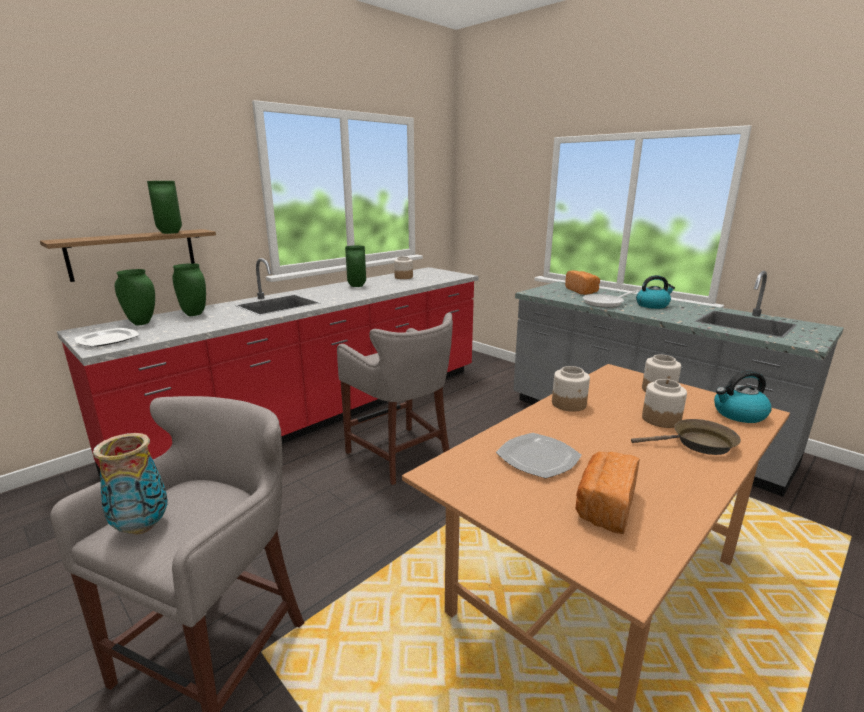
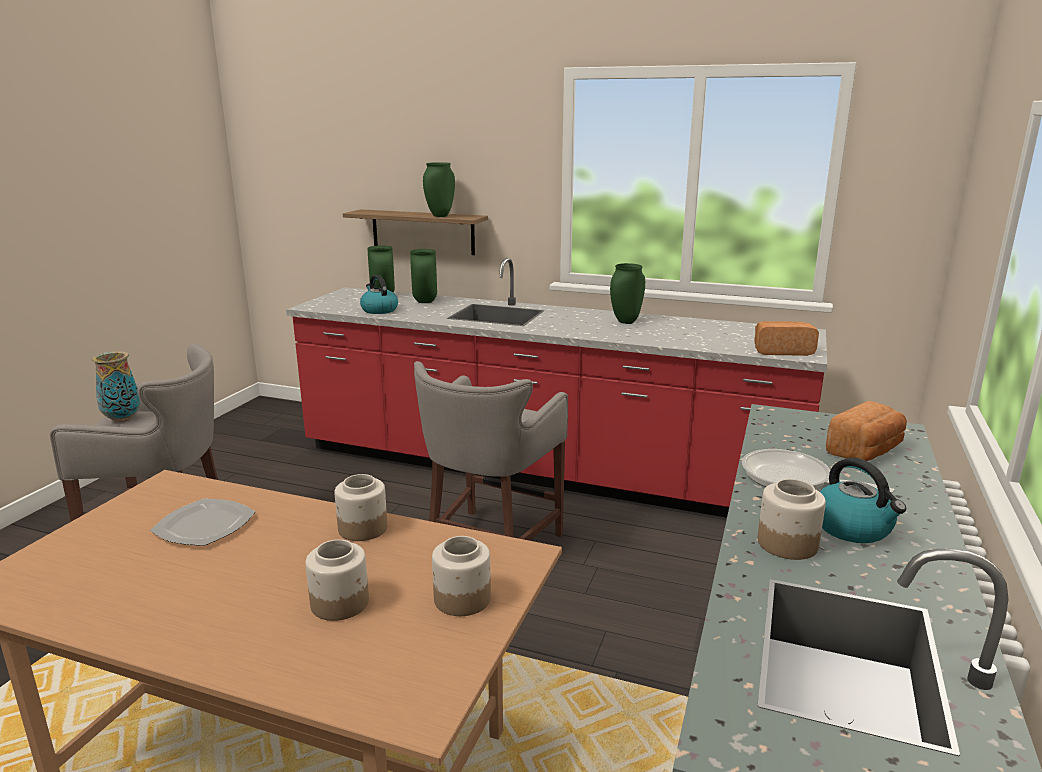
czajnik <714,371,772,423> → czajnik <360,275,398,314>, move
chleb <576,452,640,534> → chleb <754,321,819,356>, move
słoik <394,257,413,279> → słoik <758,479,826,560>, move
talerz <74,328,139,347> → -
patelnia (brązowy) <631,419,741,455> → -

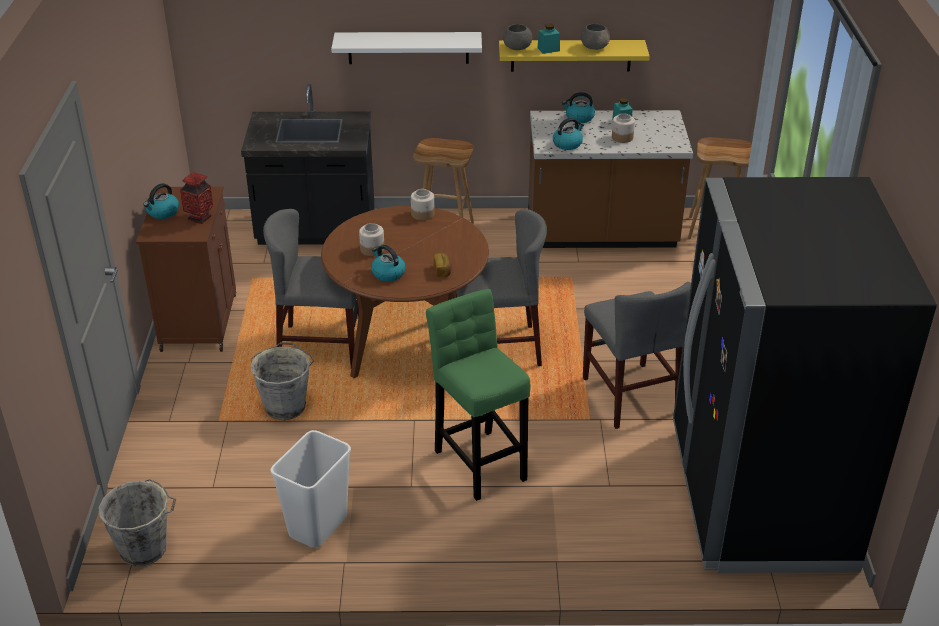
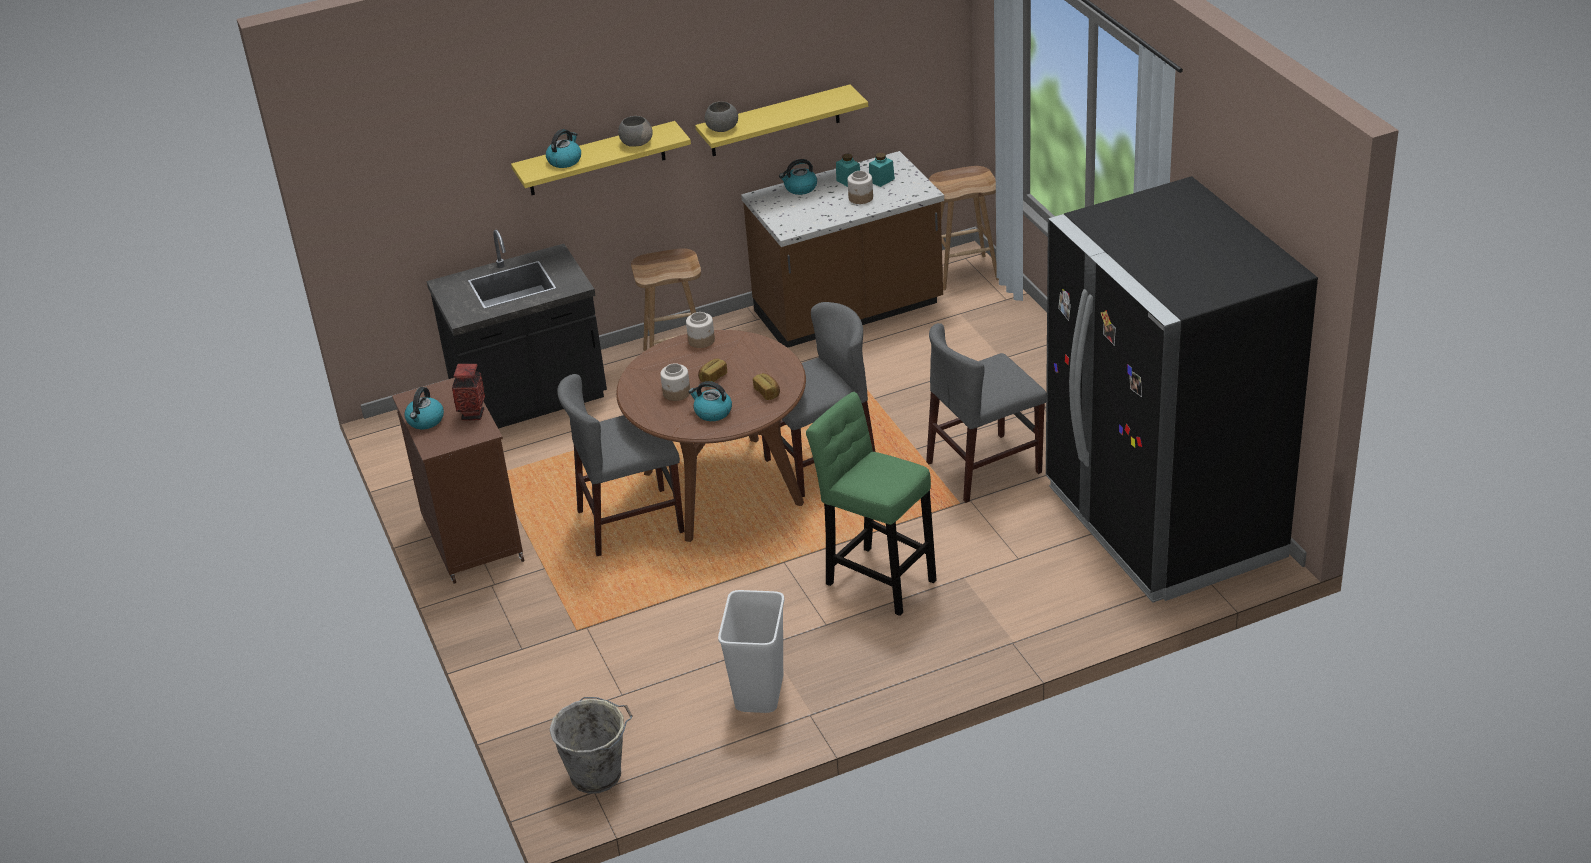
półka (biały) <331,32,482,64> → półka (żółty) <511,121,691,195>
czajnik <553,118,584,150> → czajnik <546,129,581,168>, move
miska (szary) <581,24,610,50> → miska (szary) <618,116,653,147>, move
- → chleb <698,358,727,382>
słoik (turkusowy) <537,24,560,54> → słoik (turkusowy) <869,153,895,187>, move
krzesło (szary) <583,282,691,429> → krzesło (szary) <926,323,1046,503>, 105 degrees clockwise
wiadro (szary) <251,342,314,421> → -

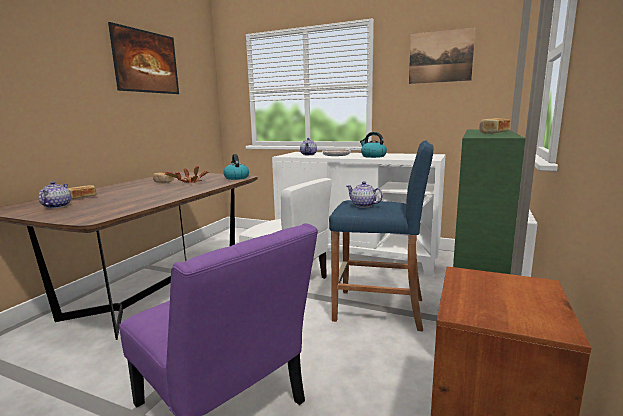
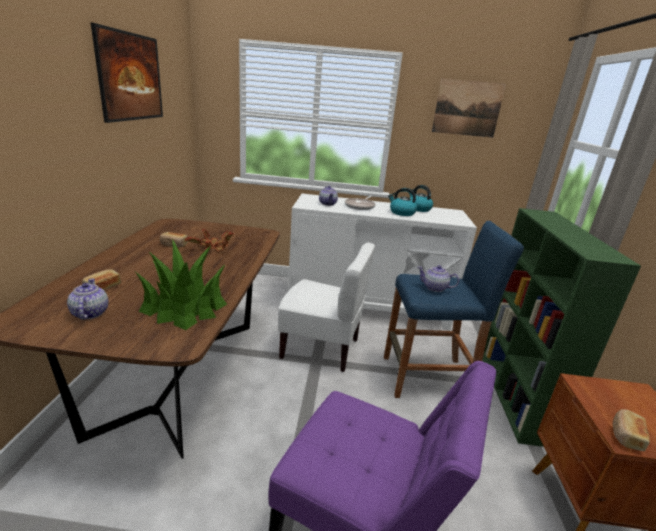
- → roślina doniczkowa <136,239,227,330>
czajnik <223,154,249,180> → czajnik <409,185,433,212>, move
chleb <479,118,510,134> → chleb <613,409,650,451>, move

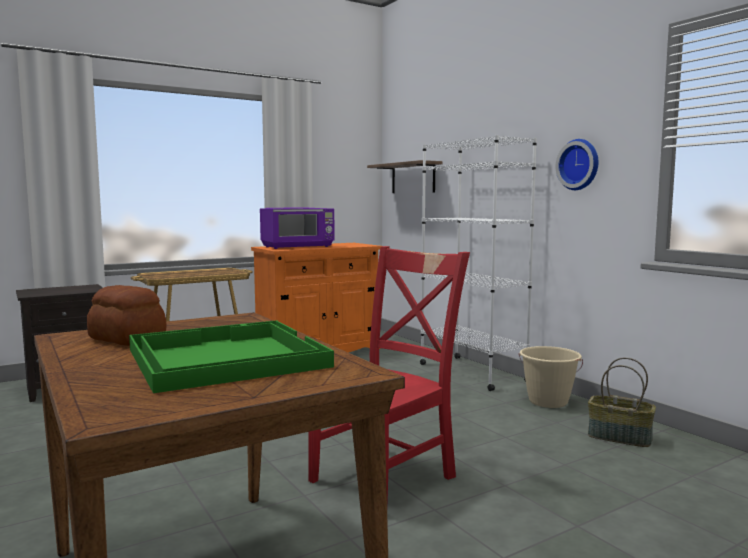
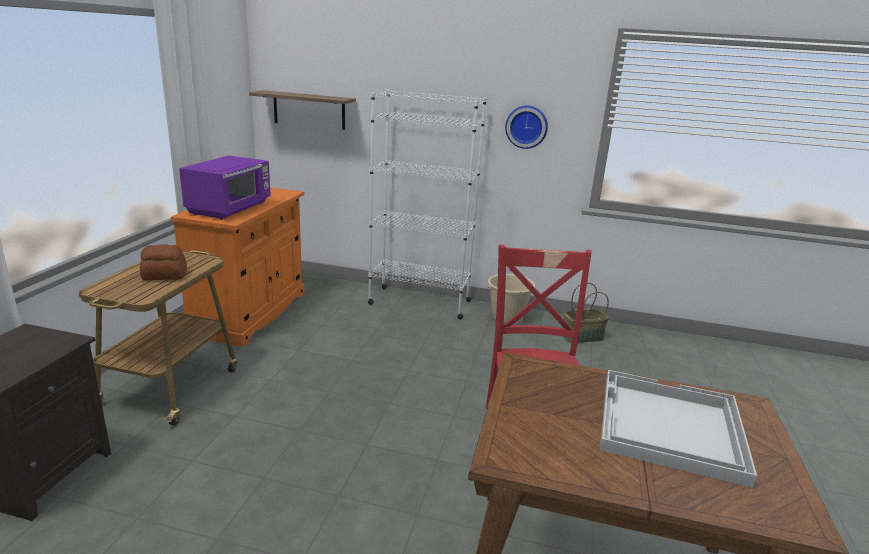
chleb <87,285,167,346> → chleb <140,245,187,280>, move
taca (zielony) <129,320,334,393> → taca (biały) <600,370,757,487>

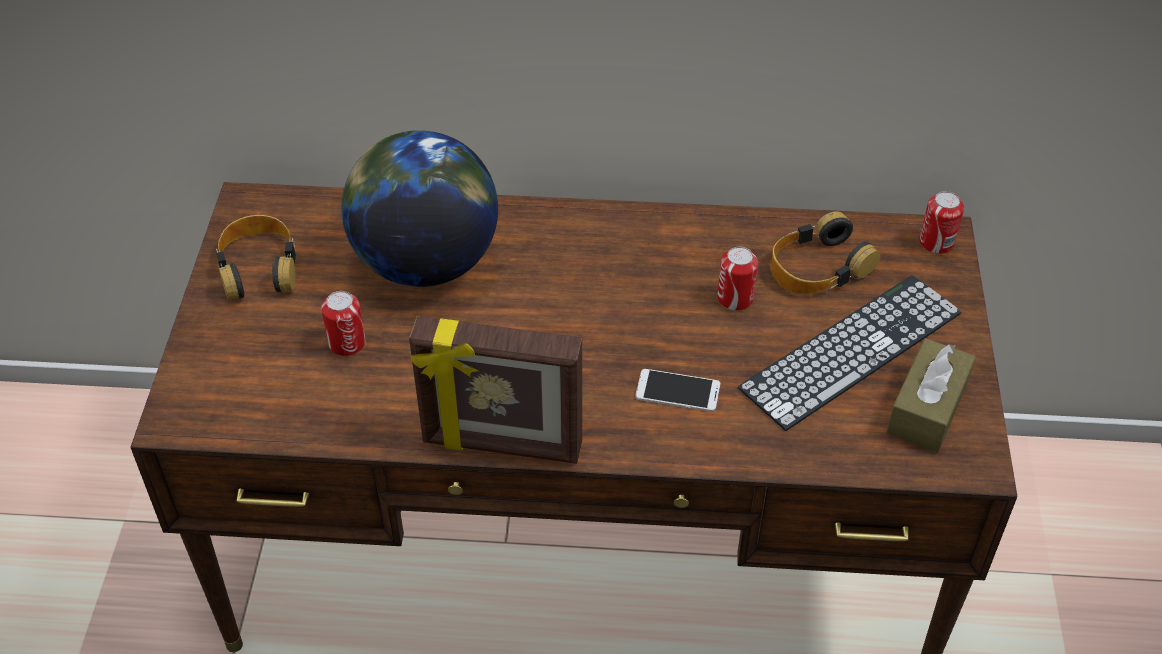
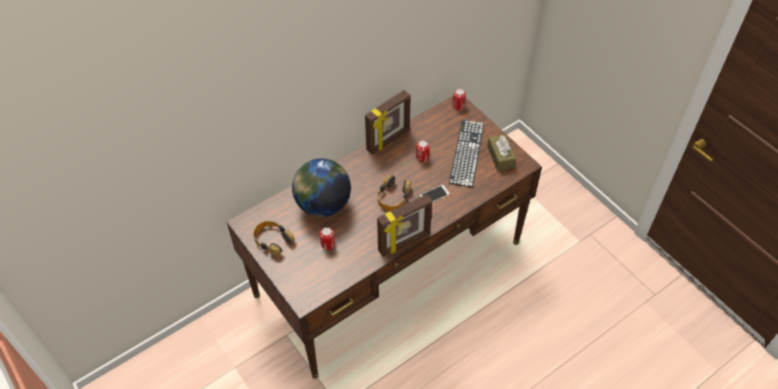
- → ramka na zdjęcie <365,90,411,154>
słuchawki <771,211,880,294> → słuchawki <378,174,411,211>, move

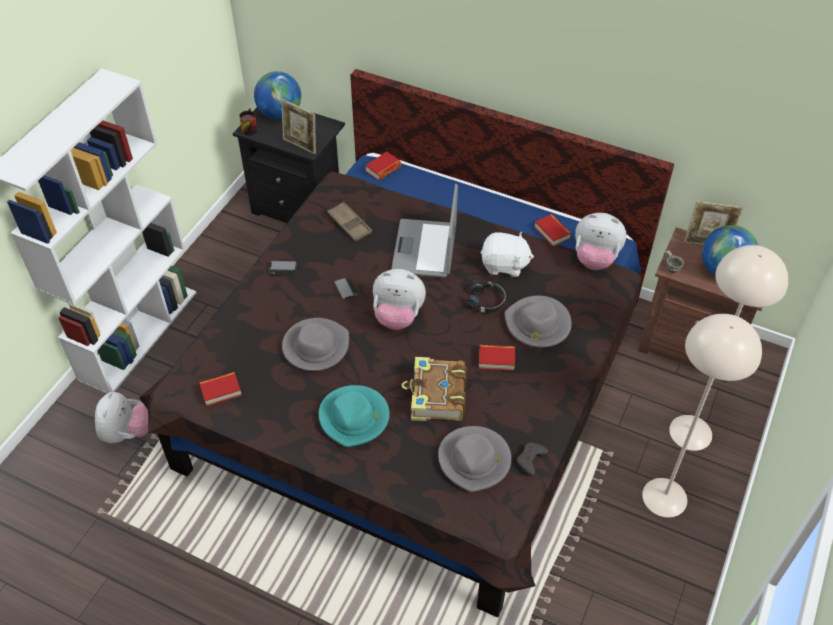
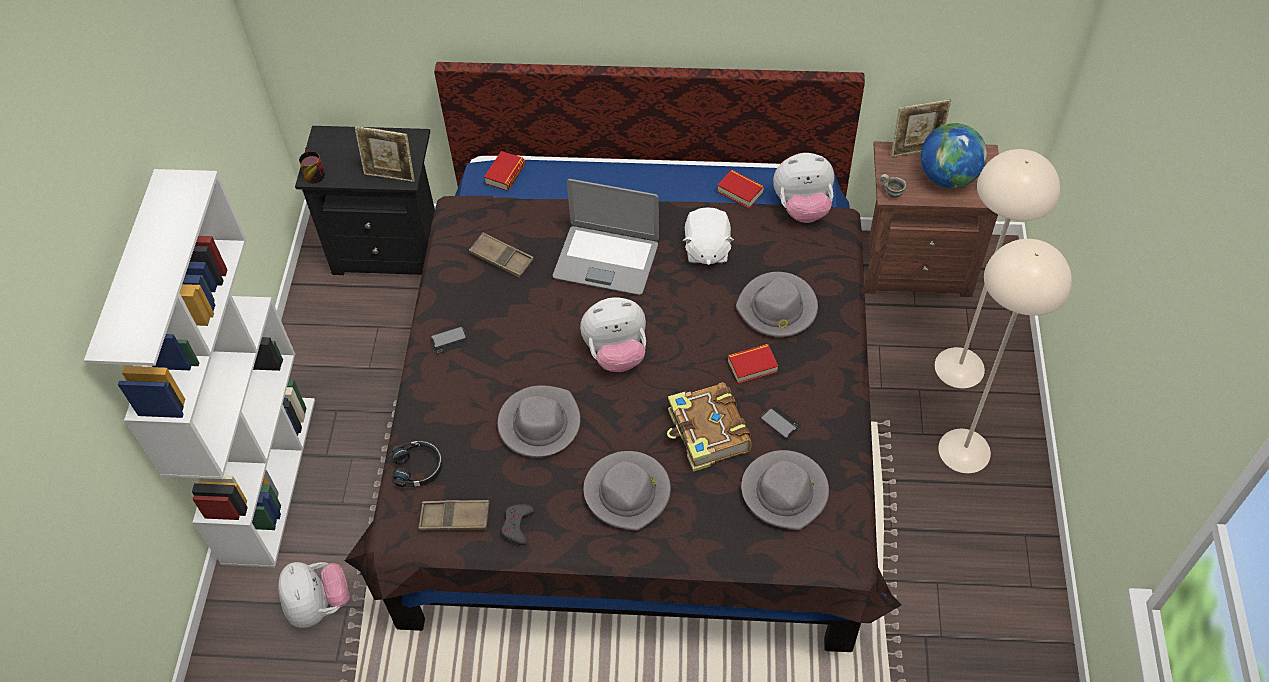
słuchawki (czarny) <467,281,506,313> → słuchawki (czarny) <392,441,443,487>, move
książka <199,372,242,407> → taca (brązowy) <418,500,490,531>
pad do gier (szary) <517,443,548,476> → pad do gier (szary) <501,504,534,545>, move
laptop <391,184,458,278> → laptop <553,179,659,295>, 60 degrees counterclockwise
kapelusz (turkusowy) <319,385,390,447> → kapelusz (szary) <583,451,671,531>
pluszak (biały) <480,232,534,277> → pluszak (biały) <683,207,734,265>, 105 degrees clockwise
telefon <334,278,359,300> → telefon <760,406,801,439>, move
globus <254,71,301,120> → -

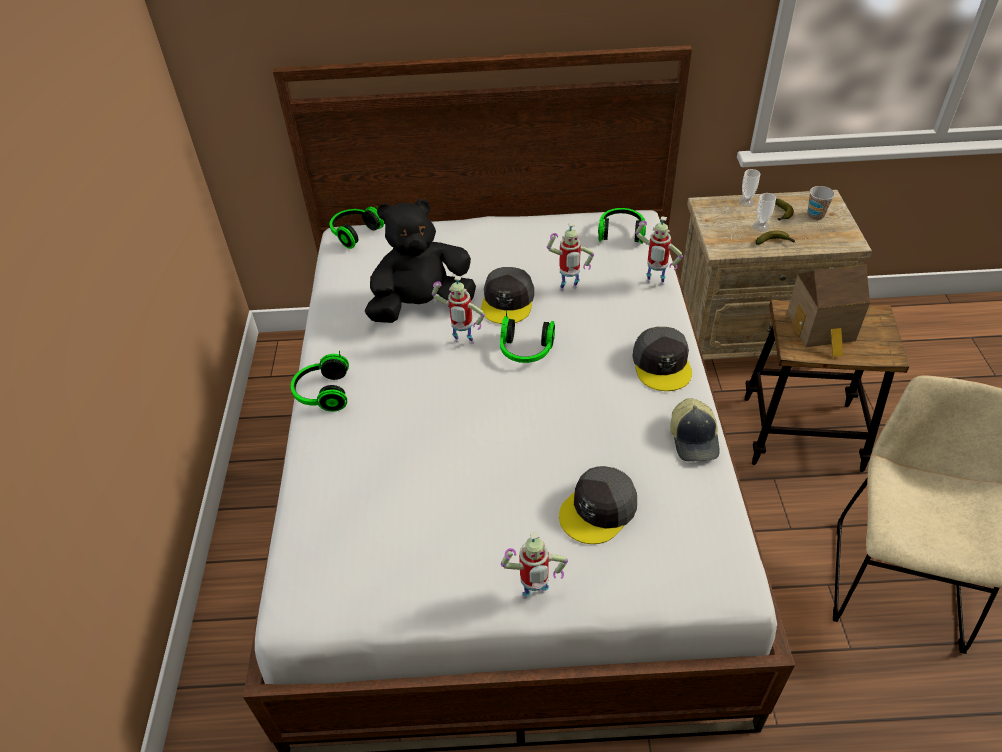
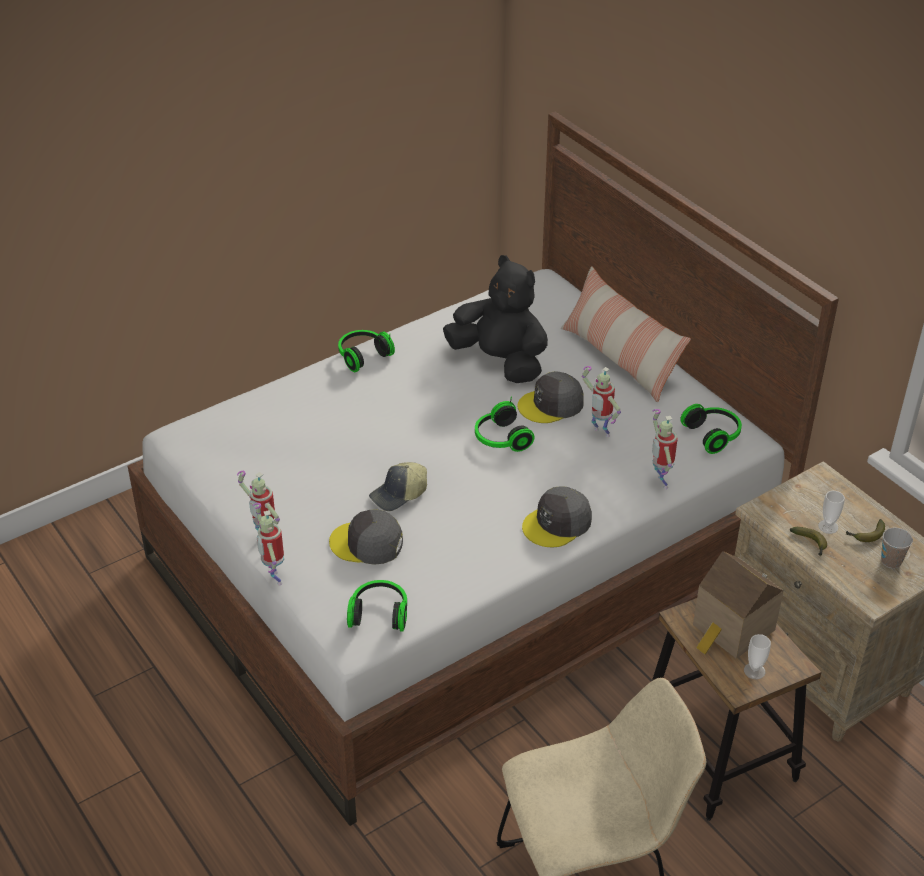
robot zabawkowy <432,276,485,344> → robot zabawkowy <253,503,284,585>, move
słuchawki <330,206,384,249> → słuchawki <347,580,407,632>, move
czapka z daszkiem <670,398,720,461> → czapka z daszkiem <369,462,427,511>, move
- → poduszka <561,266,691,403>
filiżanka <738,169,760,207> → filiżanka <744,634,771,680>, move

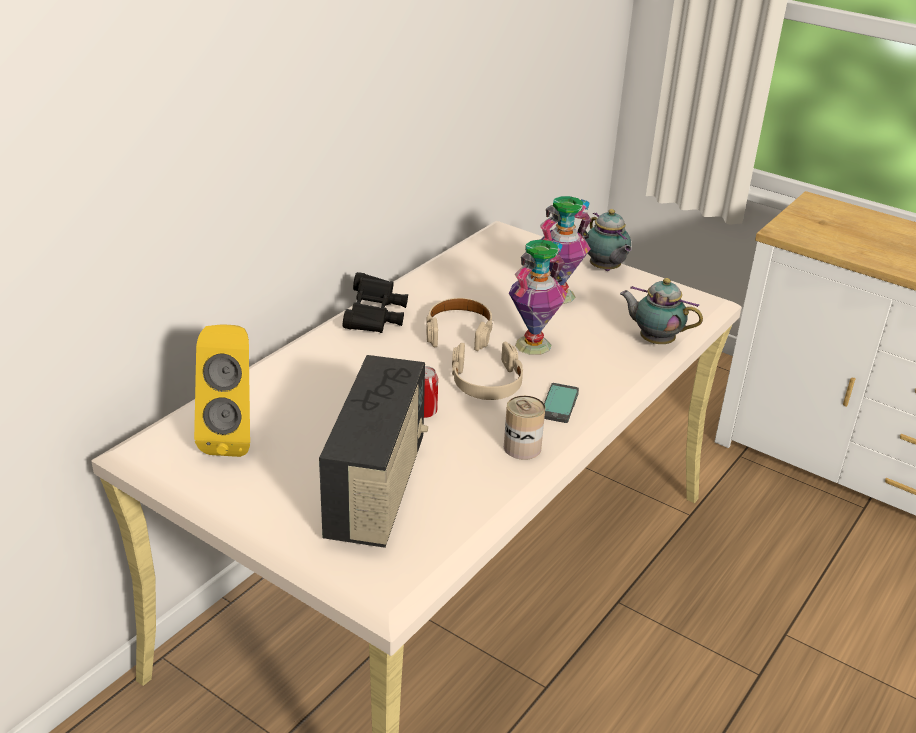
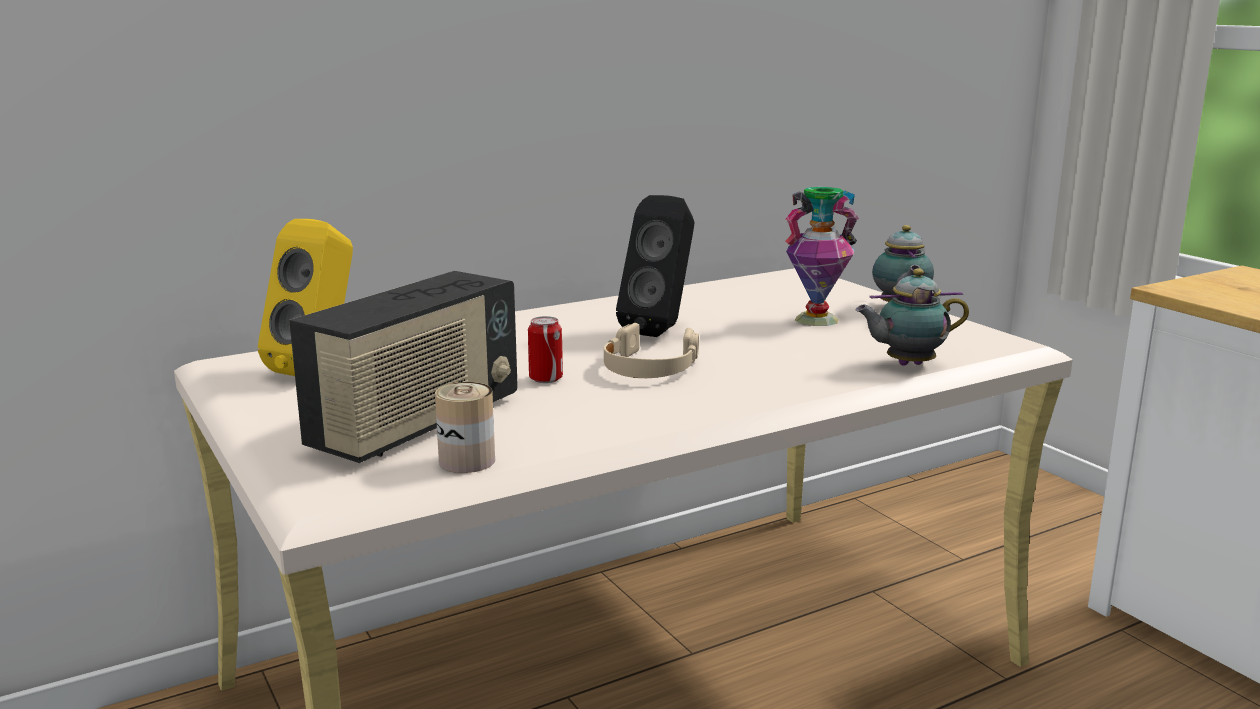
puszka <504,396,546,460> → puszka <435,382,495,473>, move
słuchawki (beżowy) <426,298,493,351> → głośnik (czarny) <616,195,694,337>
imbryk <620,278,703,344> → imbryk <856,269,969,366>, 60 degrees counterclockwise
lornetka (czarny) <343,272,408,333> → -
wazon <509,240,567,355> → -
telefon <544,383,579,423> → -

